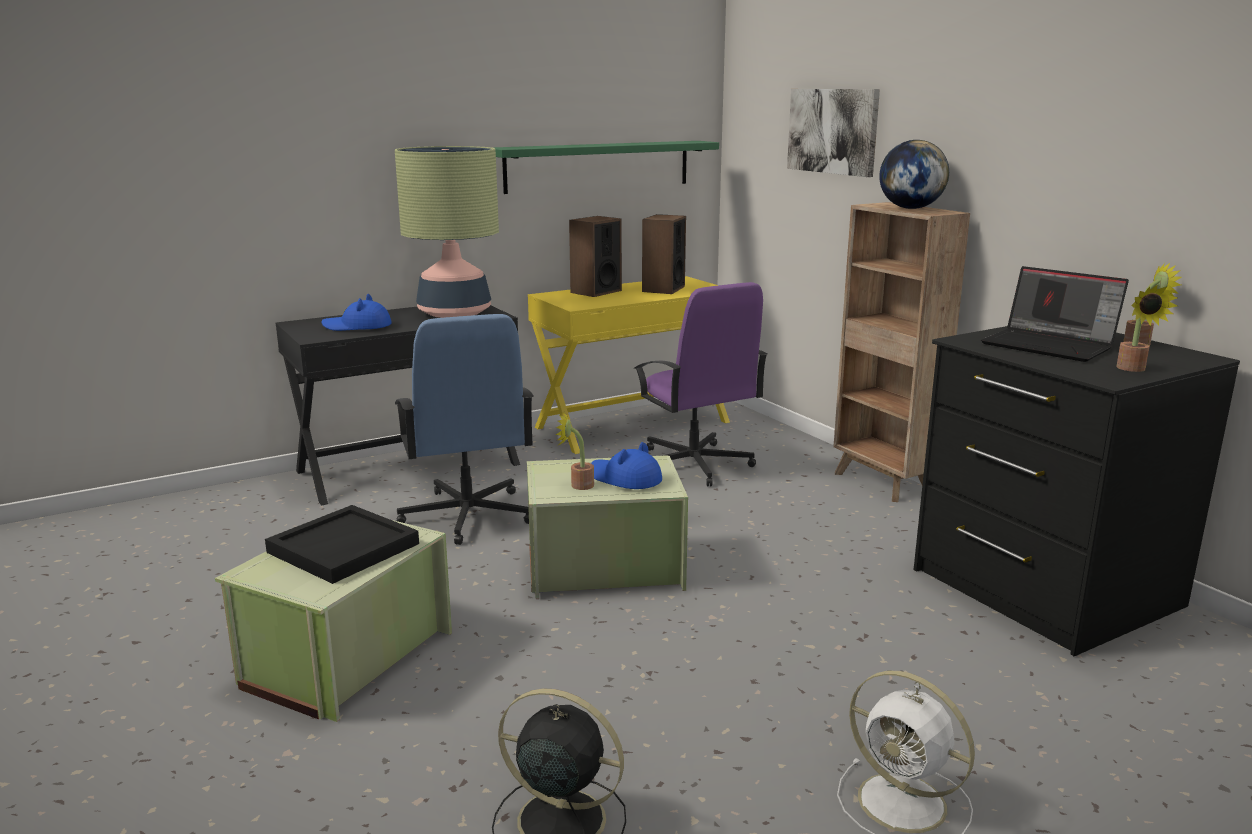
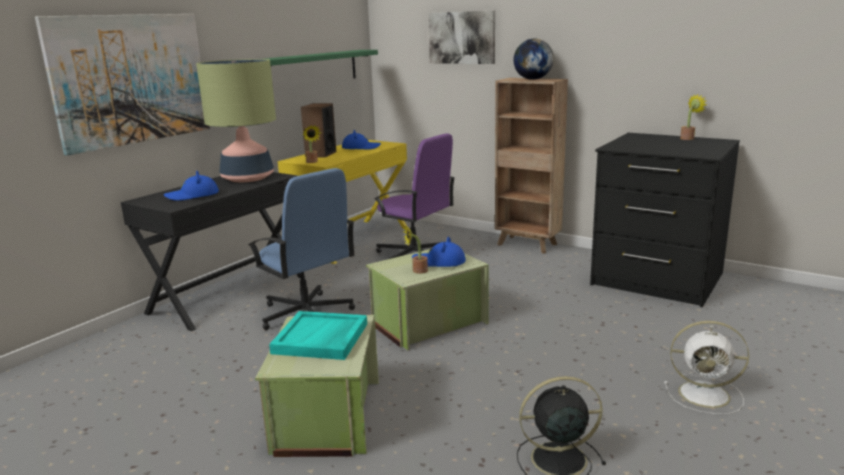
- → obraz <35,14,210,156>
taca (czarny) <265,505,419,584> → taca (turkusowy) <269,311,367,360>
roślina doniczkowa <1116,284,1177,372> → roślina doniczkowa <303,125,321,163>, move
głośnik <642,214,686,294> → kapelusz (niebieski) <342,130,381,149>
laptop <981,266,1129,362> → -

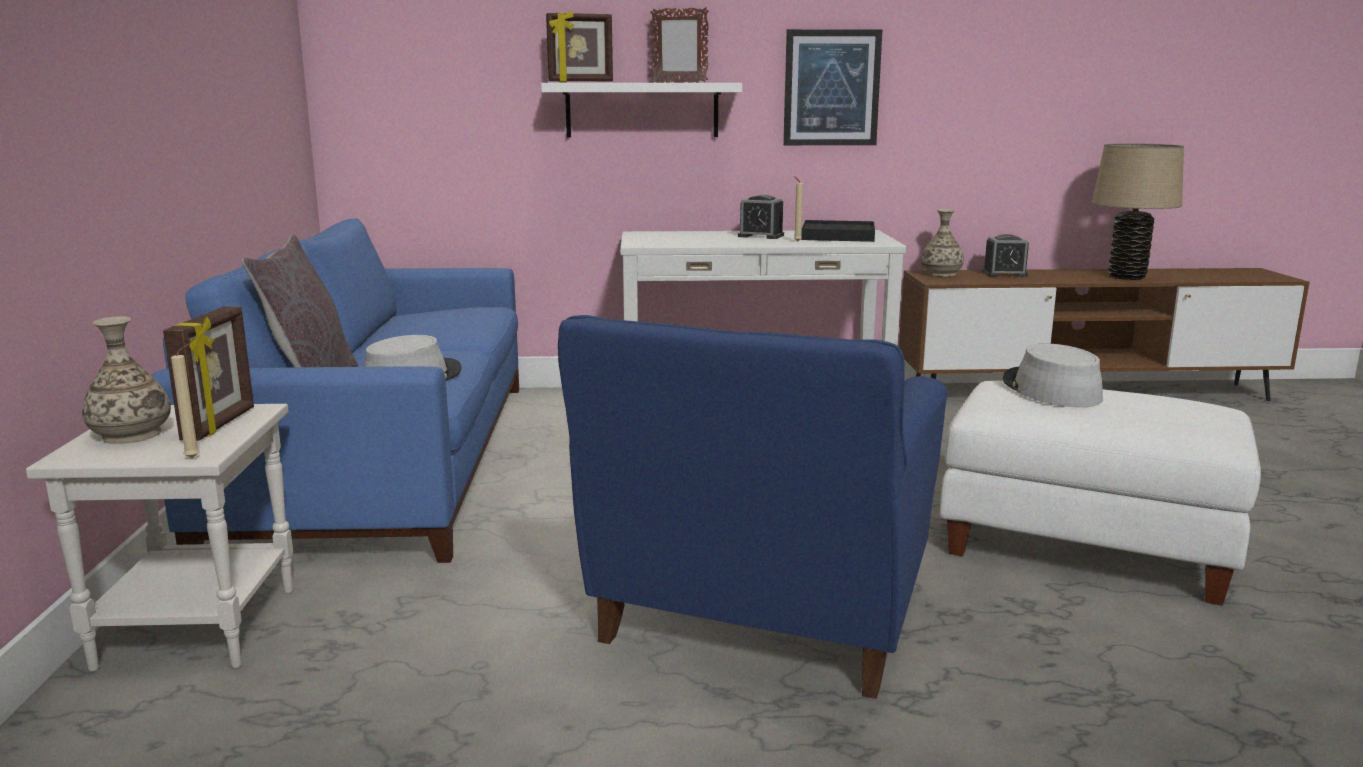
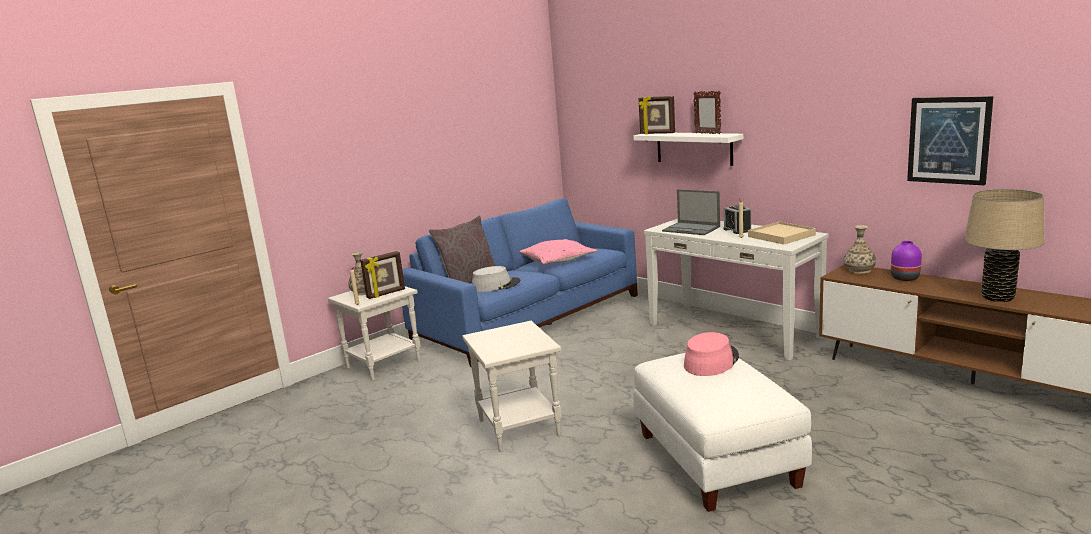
fotel (niebieski) <558,315,948,699> → stolik (biały) <462,321,562,452>
- → poduszka (różowy) <520,239,597,264>
- → laptop <662,189,720,235>
kapelusz (szary) <1003,343,1103,408> → kapelusz (różowy) <684,332,739,376>
taca (czarny) <801,220,875,242> → taca (beżowy) <748,222,816,244>
budzik <982,234,1029,277> → wazon (fioletowy) <891,241,922,281>
obraz <783,29,882,145> → obraz <907,96,993,185>, move

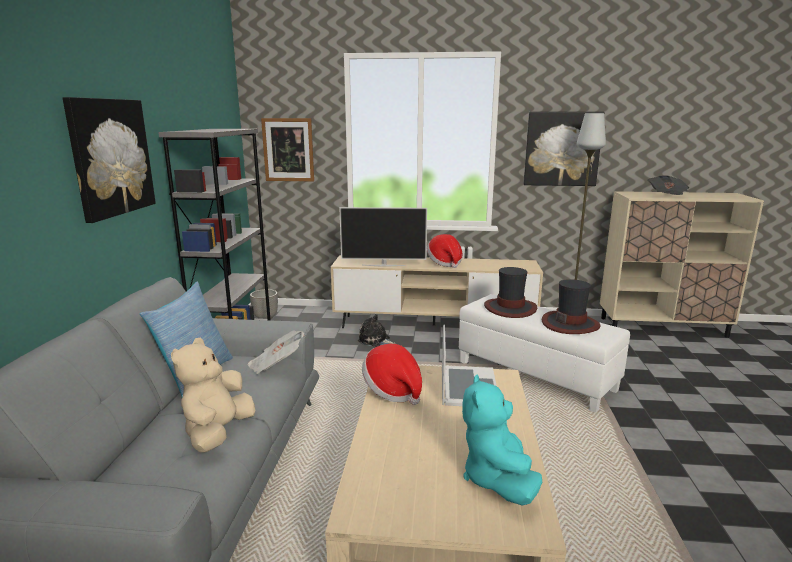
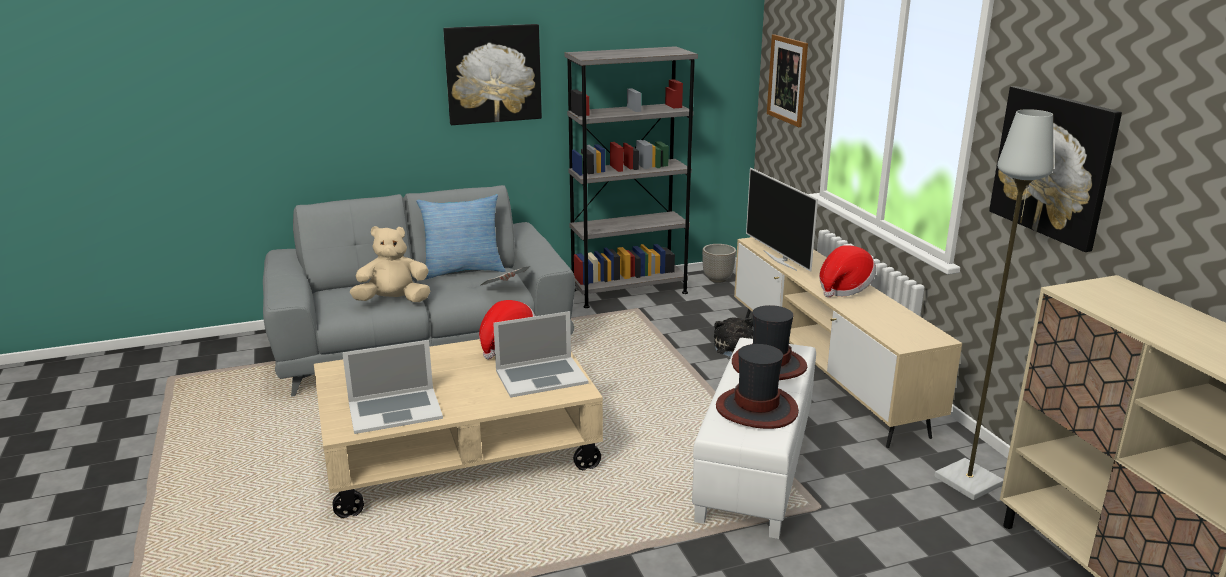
pluszak (turkusowy) <462,374,542,505> → laptop <342,340,443,434>
gazeta <647,176,689,195> → -

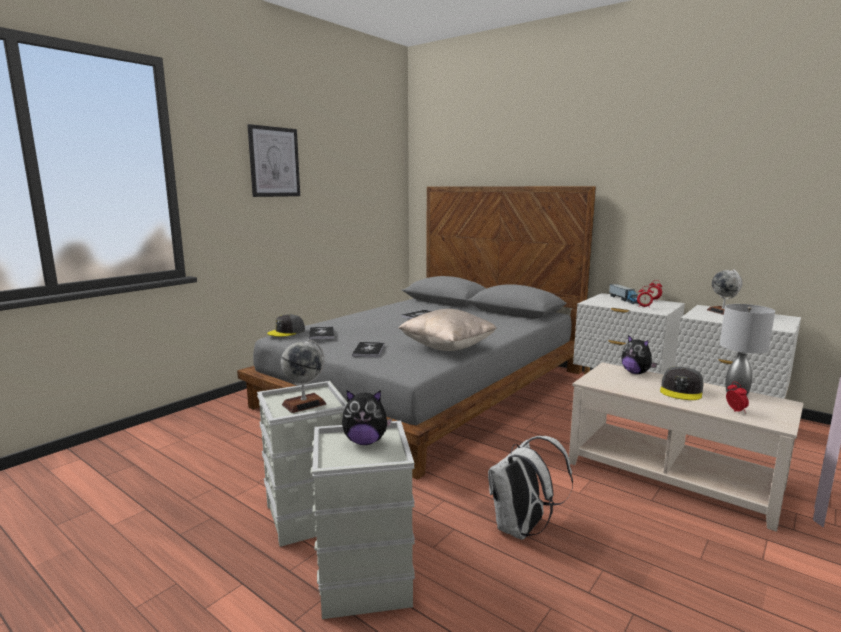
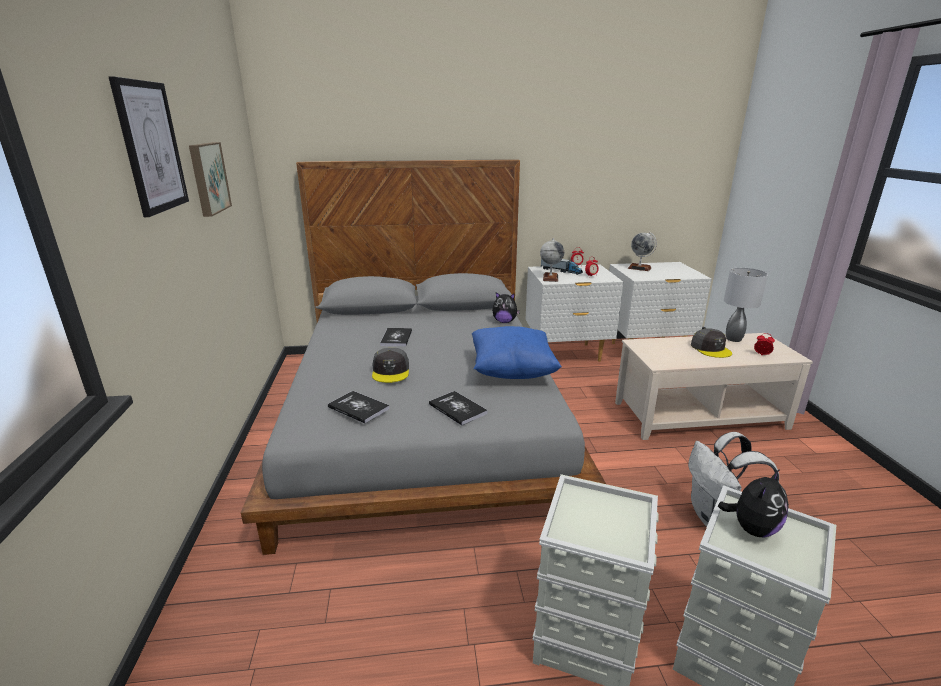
- → obraz <189,142,232,217>
czapka z daszkiem (szary) <267,314,305,337> → czapka z daszkiem (szary) <372,348,409,383>, move
poduszka (beżowy) <398,309,497,351> → poduszka (niebieski) <472,326,562,379>
pluszak <621,335,658,374> → pluszak <492,292,520,323>, move
globus <281,339,327,413> → globus <540,238,564,282>, move

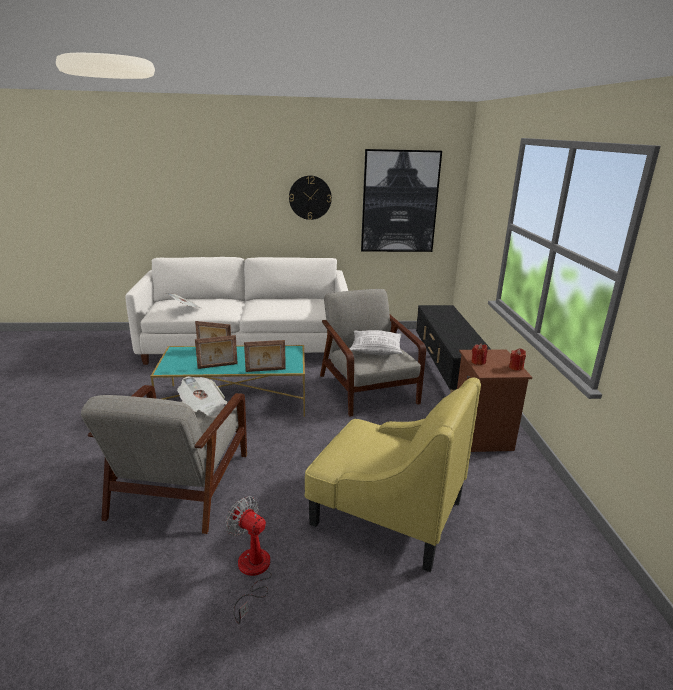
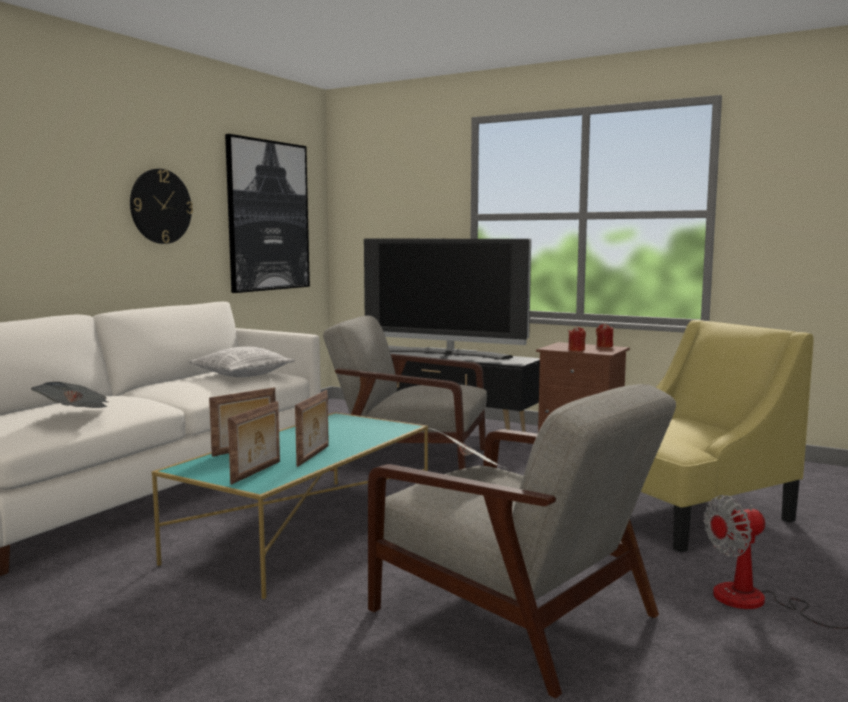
poduszka <350,330,402,355> → poduszka <188,347,295,377>, move
ramka na zdjęcie <244,340,286,372> → ramka na zdjęcie <228,401,280,484>, move
- → telewizor <364,239,531,360>

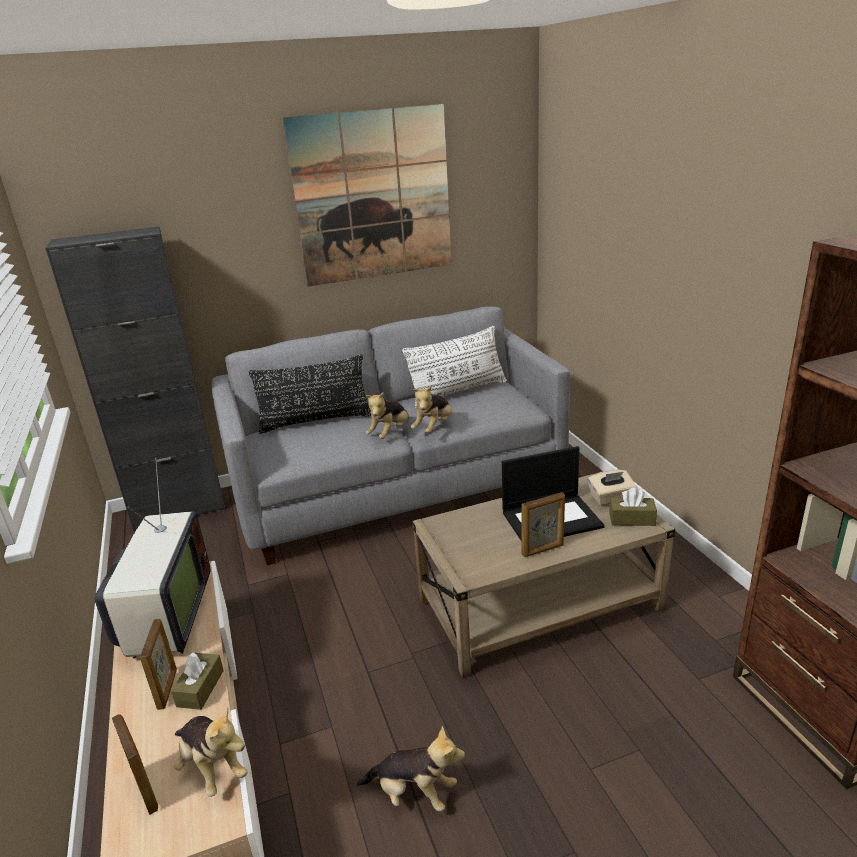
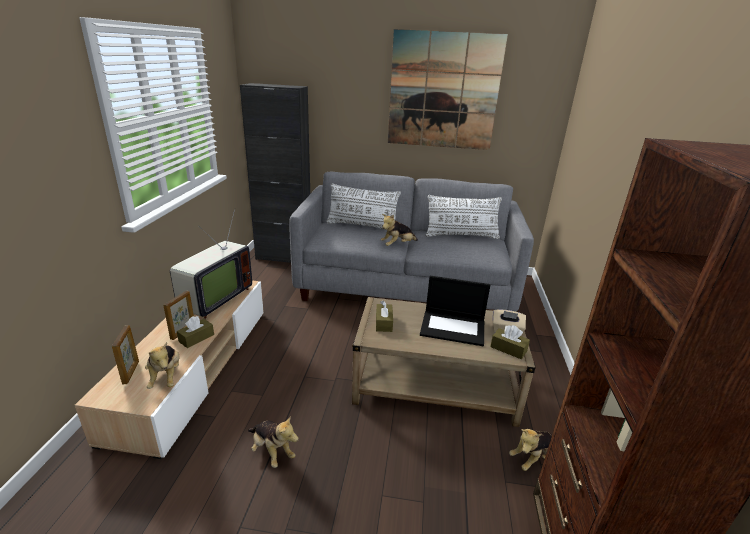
poduszka (czarny) <249,354,371,434> → poduszka (biały) <326,183,401,230>
- → pudełko chusteczek (brązowy) <376,301,393,332>
pluszak <411,386,452,433> → pluszak <509,429,552,471>, move
ramka na zdjęcie <521,492,565,557> → -

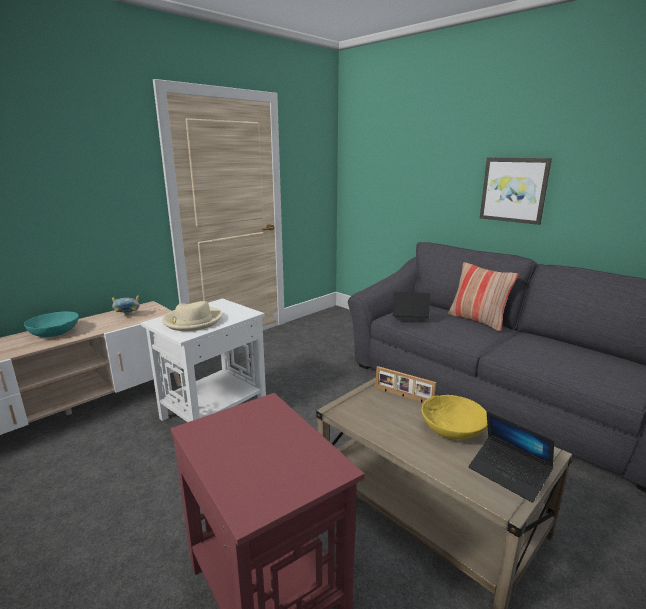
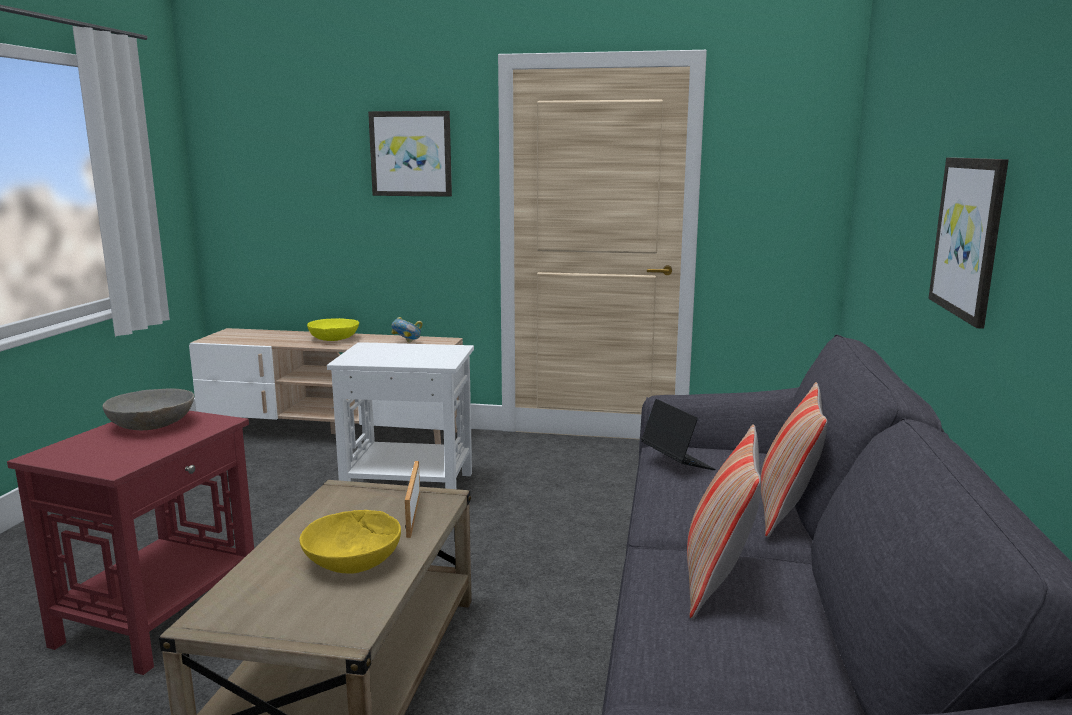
- → miska (szary) <103,389,194,430>
miska (turkusowy) <24,311,79,337> → miska (żółty) <307,318,359,341>
- → obraz <368,111,452,197>
- → poduszka <687,424,761,619>
kapelusz (beżowy) <162,301,222,331> → -
laptop <469,411,554,503> → -

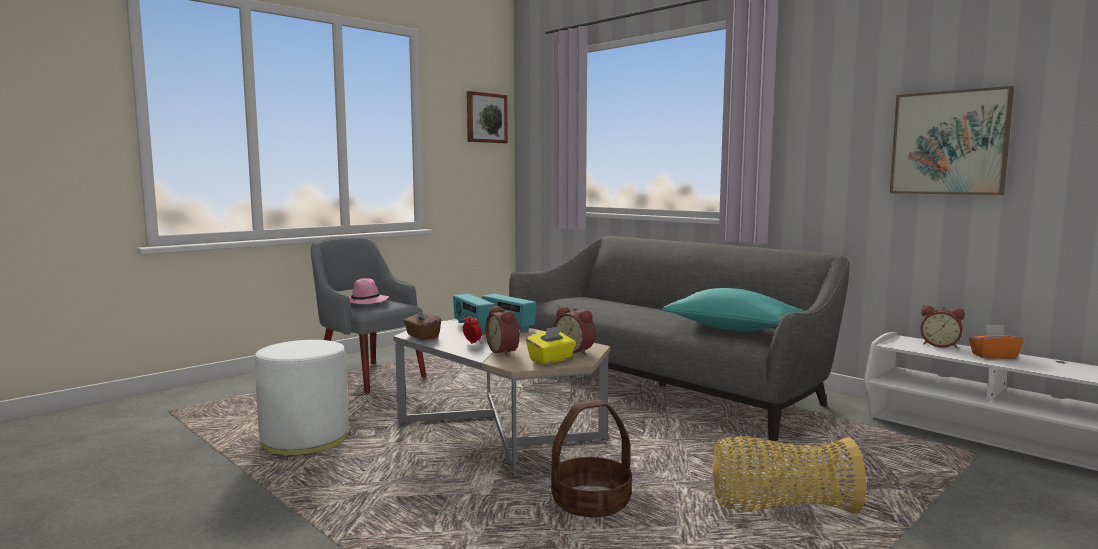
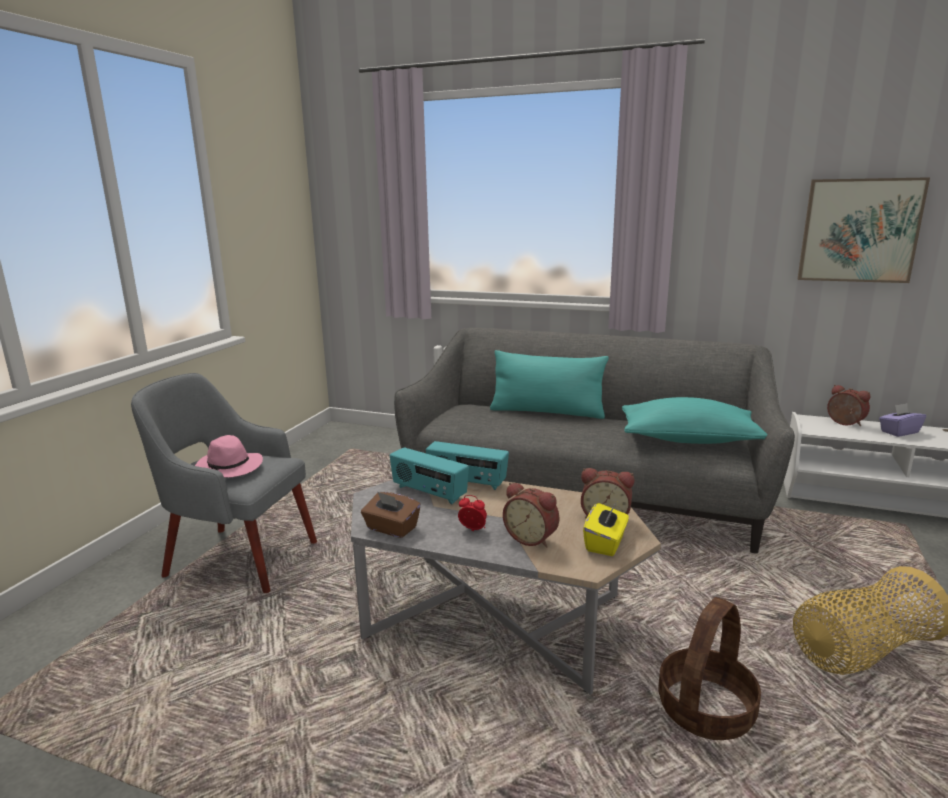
- → poduszka (turkusowy) <490,350,609,419>
budzik <920,305,965,348> → budzik <827,385,870,426>, 135 degrees counterclockwise
pudełko chusteczek (pomarańczowy) <968,324,1024,359> → pudełko chusteczek (fioletowy) <879,403,926,437>
pufa (biały) <255,340,349,455> → -
obraz <467,91,508,143> → -

